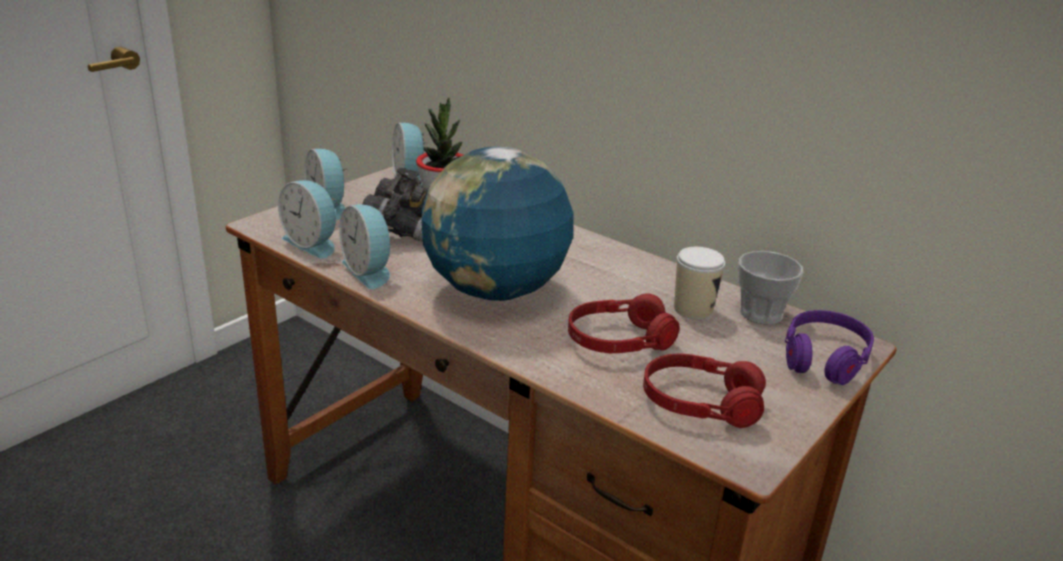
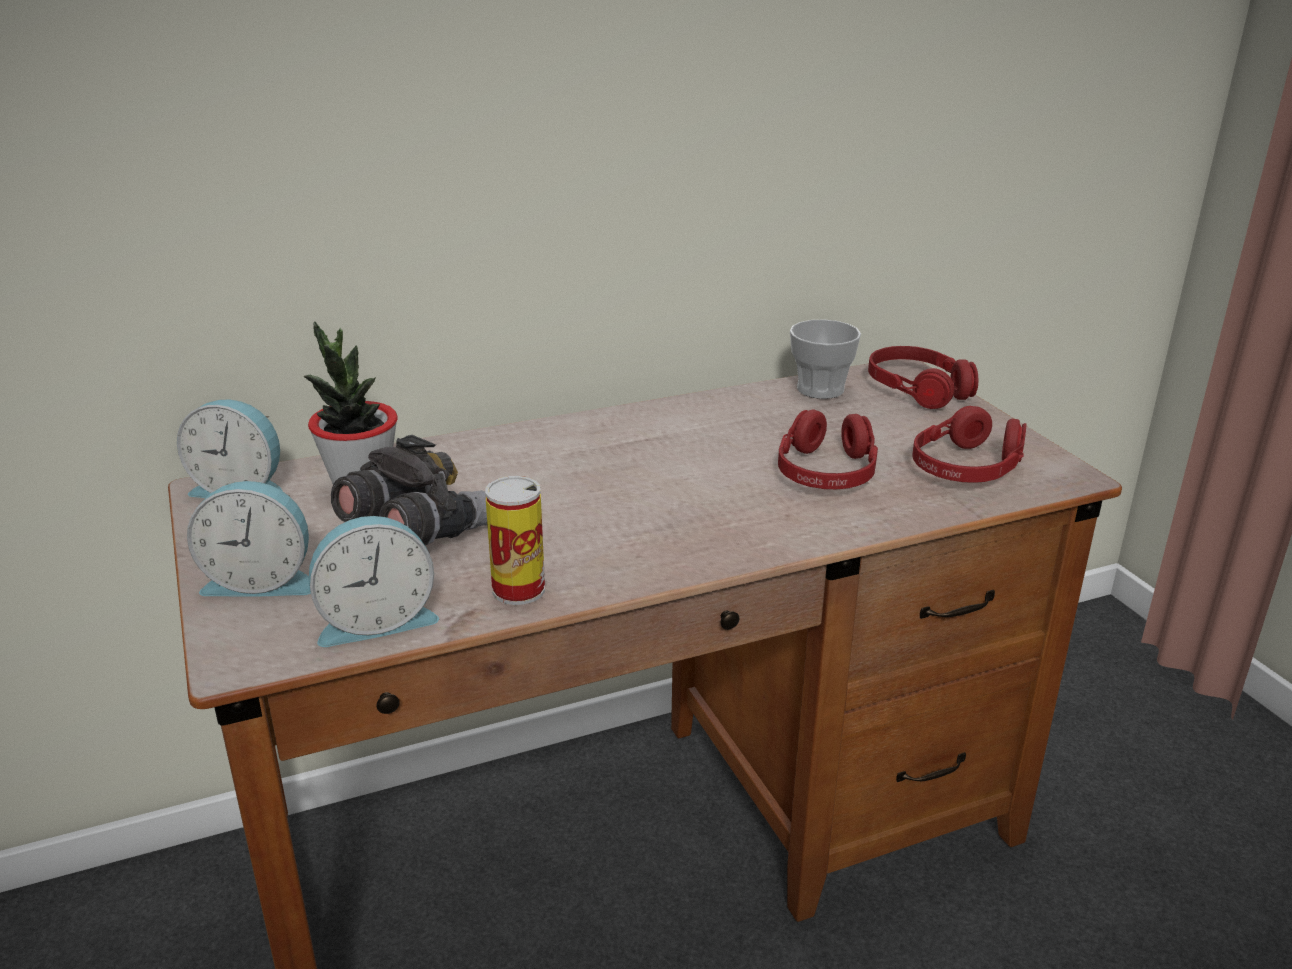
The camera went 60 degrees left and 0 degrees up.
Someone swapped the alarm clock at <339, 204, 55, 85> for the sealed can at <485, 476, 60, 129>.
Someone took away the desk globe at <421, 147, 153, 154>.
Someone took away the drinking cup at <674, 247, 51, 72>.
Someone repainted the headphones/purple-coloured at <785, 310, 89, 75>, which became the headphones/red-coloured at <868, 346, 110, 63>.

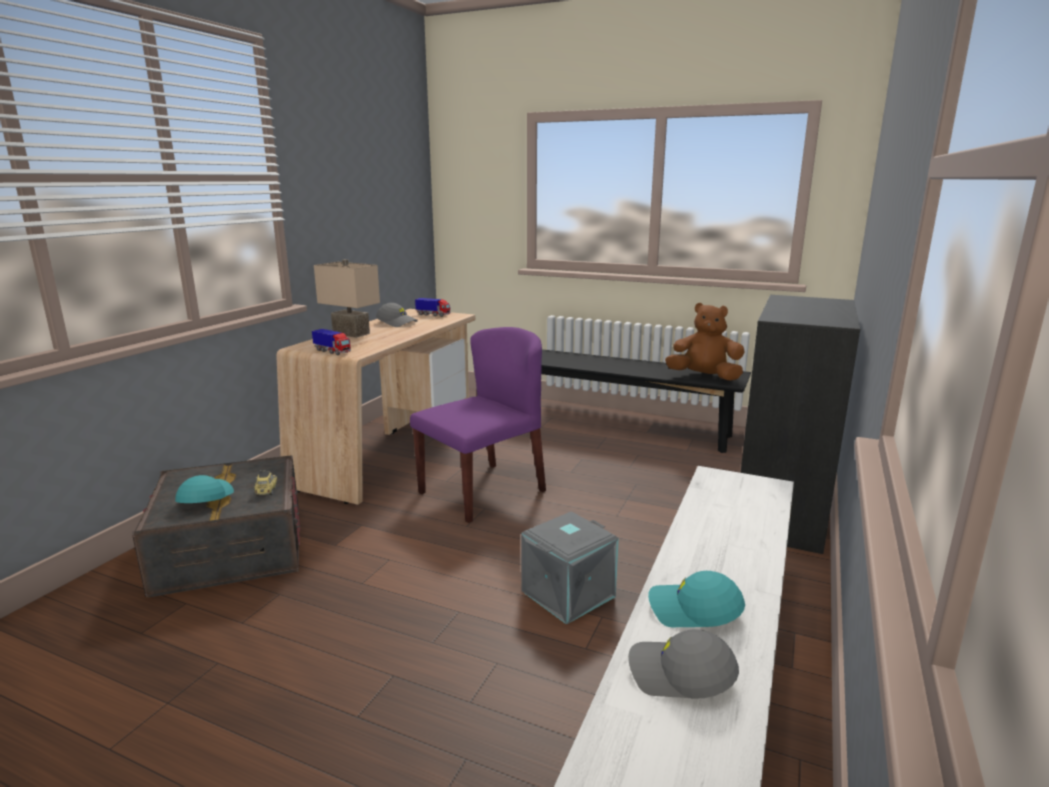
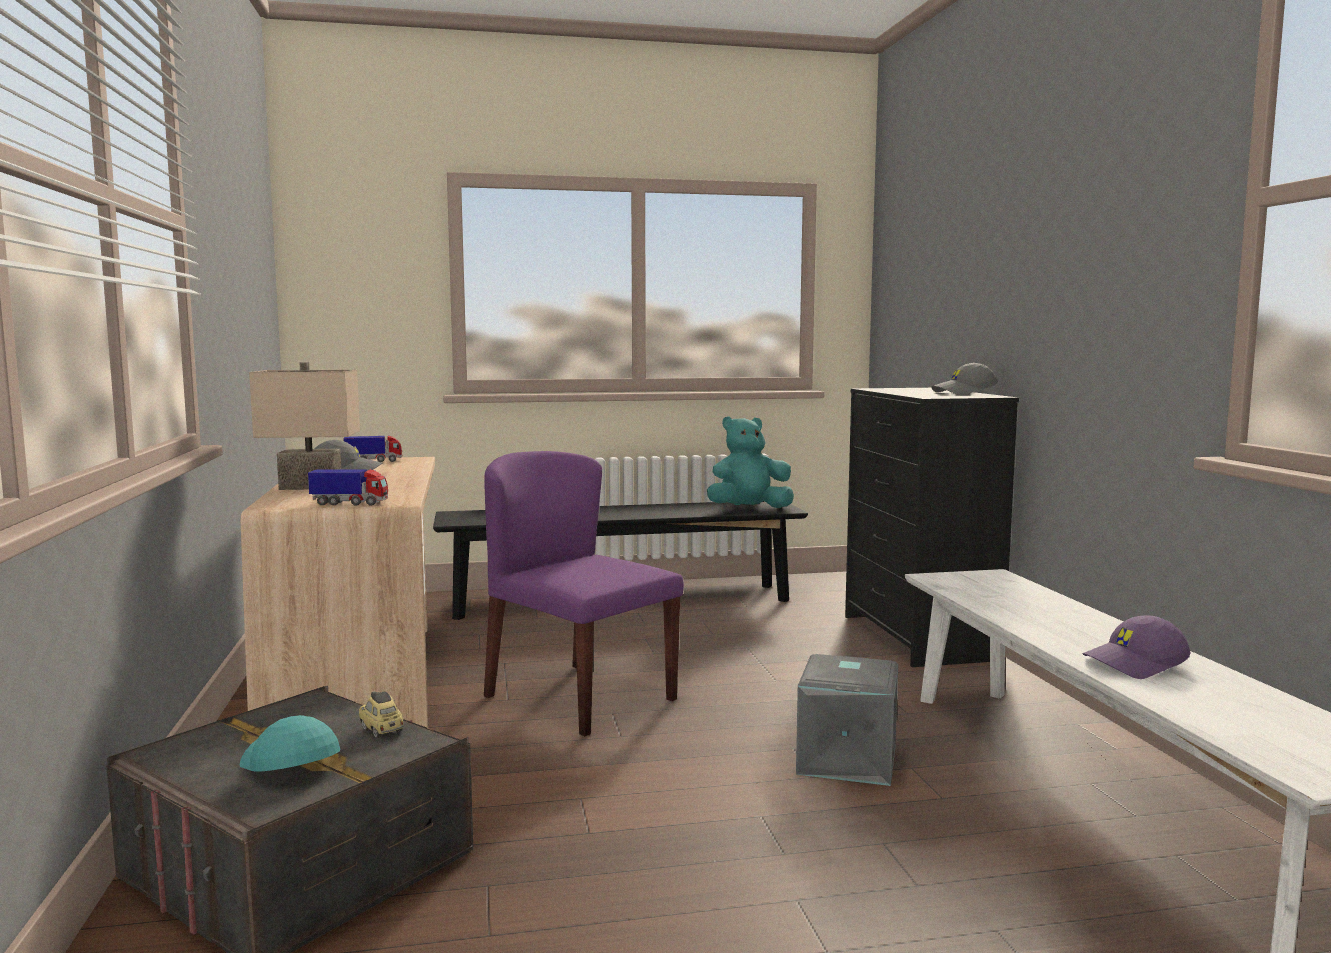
The camera went 35 degrees left and 10 degrees down.
Someone rotated the plain chair/purple-coloured at <410, 327, 136, 196> by 60 degrees counterclockwise.
Someone carried the baseball cap/greyish from <628, 629, 111, 70> to <931, 363, 67, 32>.
Someone repainted the baseball cap/turquoise at <648, 571, 97, 56>, which became the baseball cap/purple-coloured at <1082, 615, 109, 64>.
Someone repainted the cuddly toy/brown-coloured at <665, 303, 80, 78>, which became the cuddly toy/turquoise at <707, 416, 87, 92>.

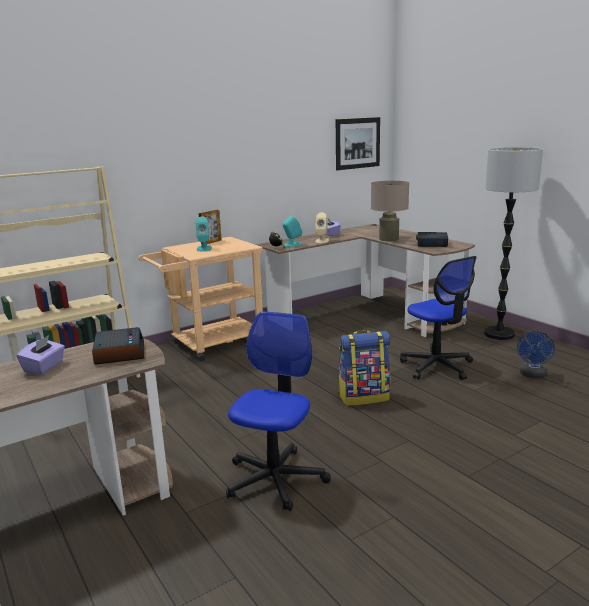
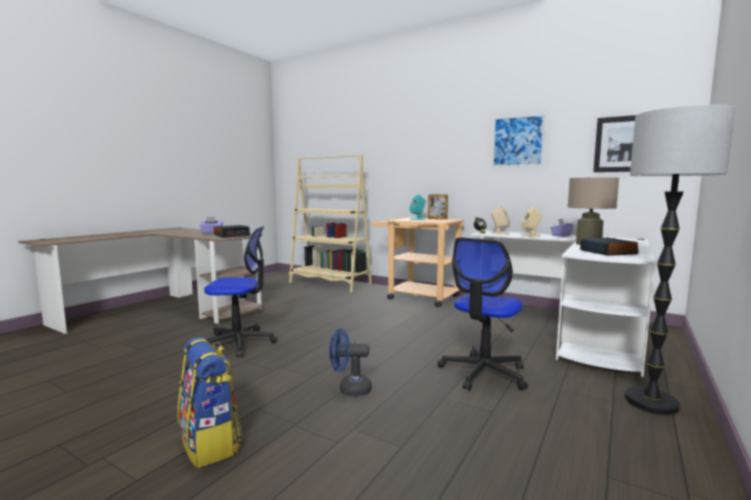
The camera went 65 degrees right and 10 degrees down.
Someone repainted the desk table/brown-coloured at <255, 224, 220, 113>, which became the desk table/white-coloured at <471, 230, 185, 147>.
Someone repainted the audio speaker/turquoise at <282, 216, 20, 31>, which became the audio speaker/beige-coloured at <491, 206, 19, 29>.
Someone carried the knapsack from <338, 330, 53, 76> to <178, 337, 65, 131>.
Someone carried the fan/blue-coloured from <517, 331, 38, 48> to <329, 329, 43, 67>.
Someone put up the wall picture at <492, 114, 53, 53>.

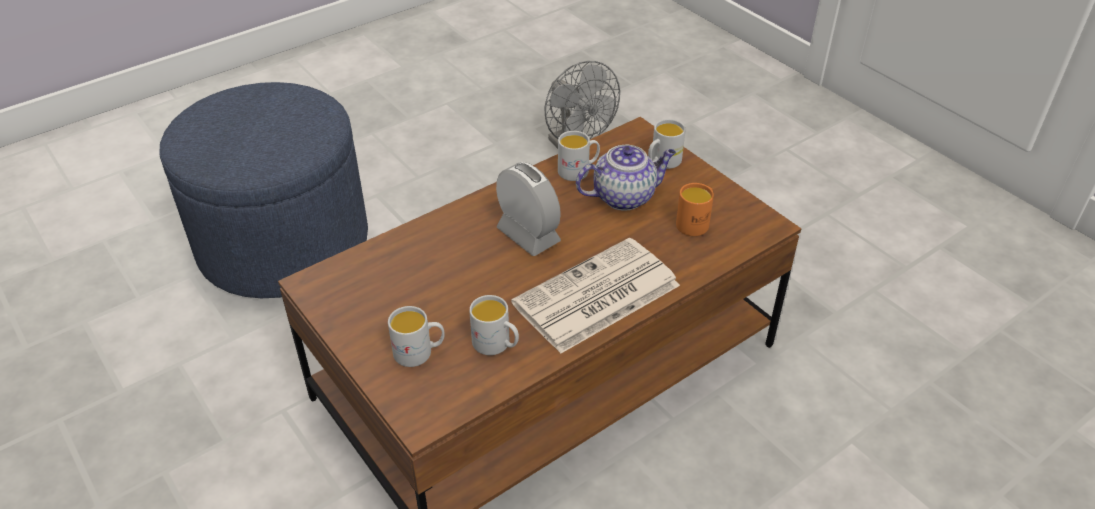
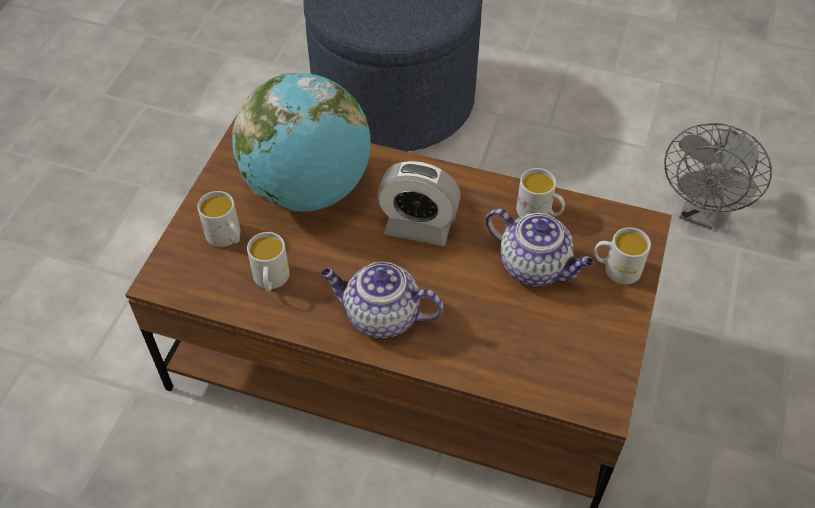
The camera went 55 degrees right and 10 degrees up.
Someone rotated the alarm clock at <496, 162, 65, 94> by 90 degrees clockwise.
Someone swapped the printed paper at <511, 238, 169, 116> for the teapot at <321, 261, 122, 78>.
Someone took away the tea mug/orangey at <676, 183, 38, 53>.
Someone put down the desk globe at <232, 73, 139, 139>.

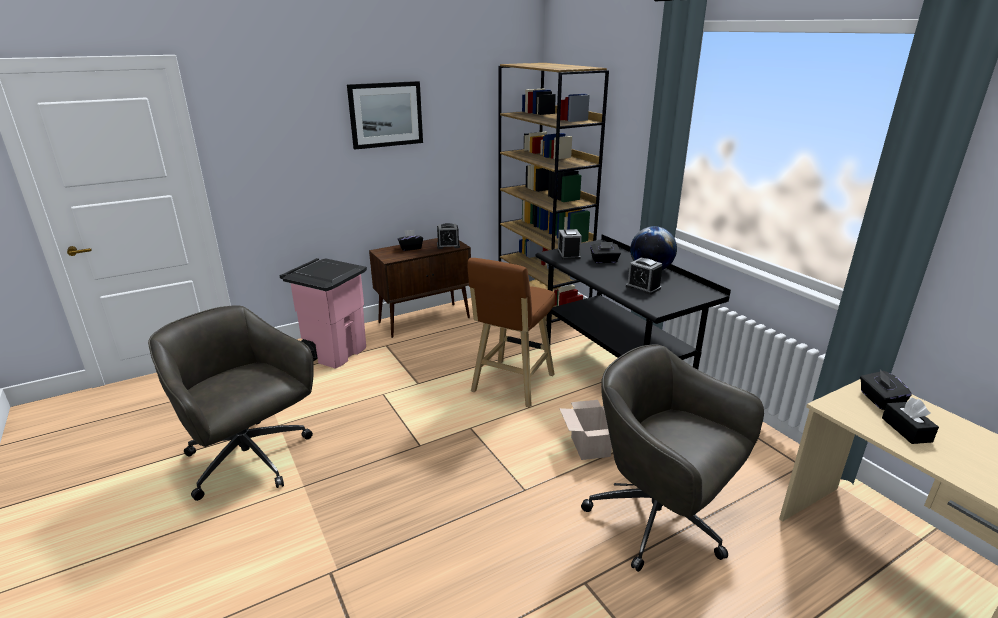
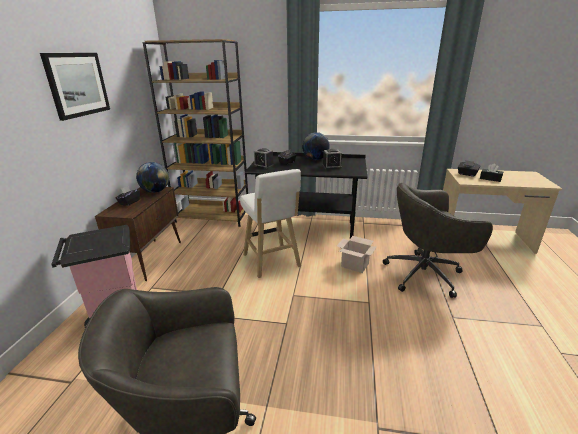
The camera went 50 degrees left and 0 degrees up.
Someone swapped the alarm clock at <437, 223, 23, 26> for the desk globe at <136, 162, 33, 31>.
Someone repainted the stool seat/brown-coloured at <468, 258, 88, 150>, which became the stool seat/white-coloured at <240, 169, 61, 109>.

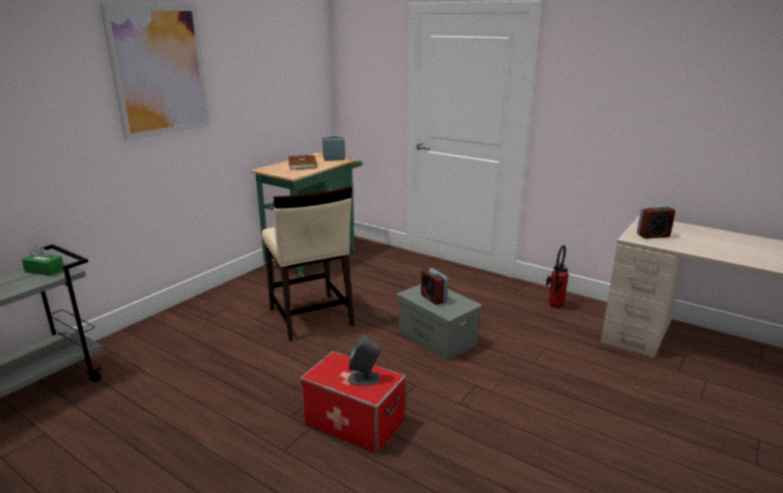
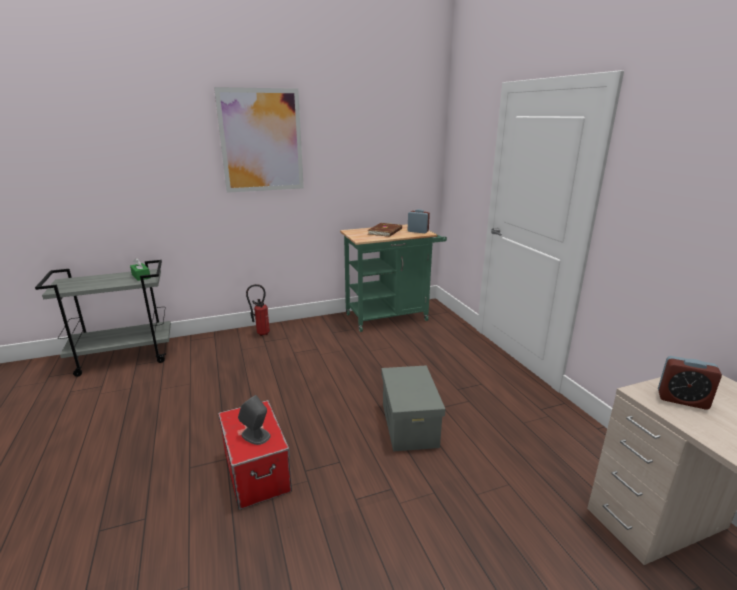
The camera went 35 degrees right and 0 degrees up.
Someone took away the plain chair/beige-coloured at <262, 187, 92, 154>.
Someone took away the alarm clock at <421, 268, 27, 37>.
Someone carried the fire extinguisher from <546, 245, 23, 63> to <246, 284, 24, 52>.

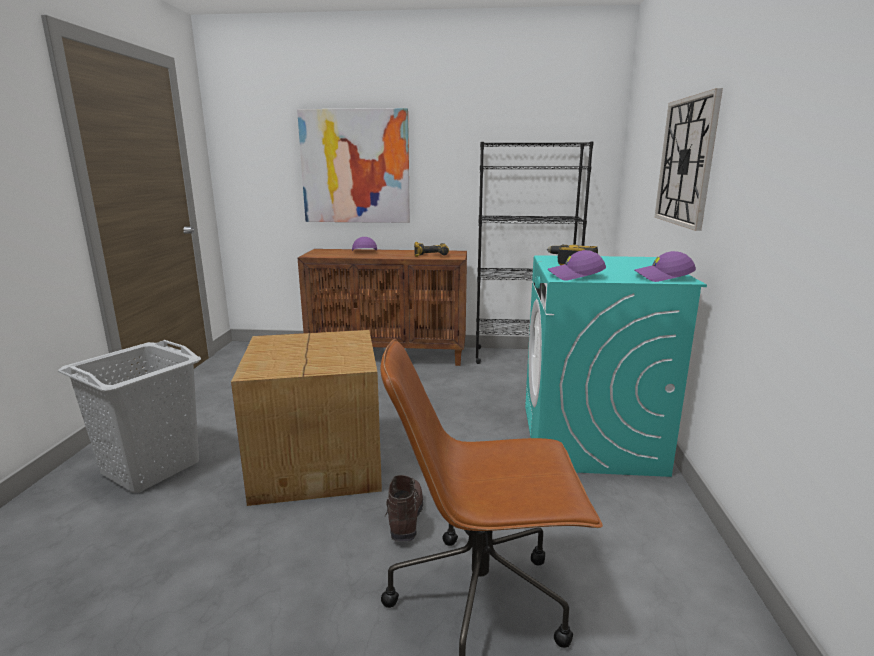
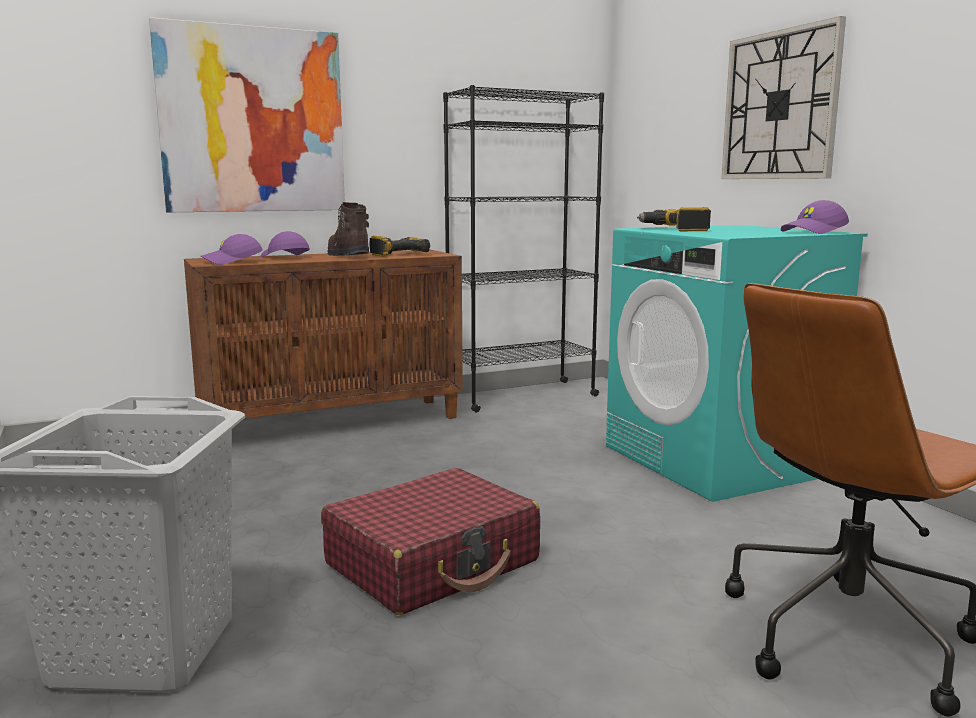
The camera went 30 degrees left and 5 degrees down.
Someone swapped the packing box at <231, 330, 151, 176> for the suitcase/red-coloured at <321, 468, 219, 147>.
Someone carried the high-top boot/brown-coloured from <384, 475, 39, 67> to <328, 202, 41, 54>.
Someone carried the baseball cap/purple-coloured from <548, 250, 58, 31> to <201, 234, 62, 31>.

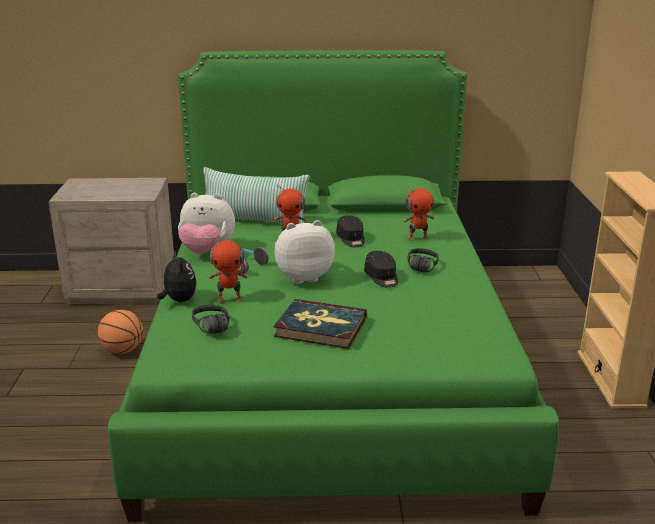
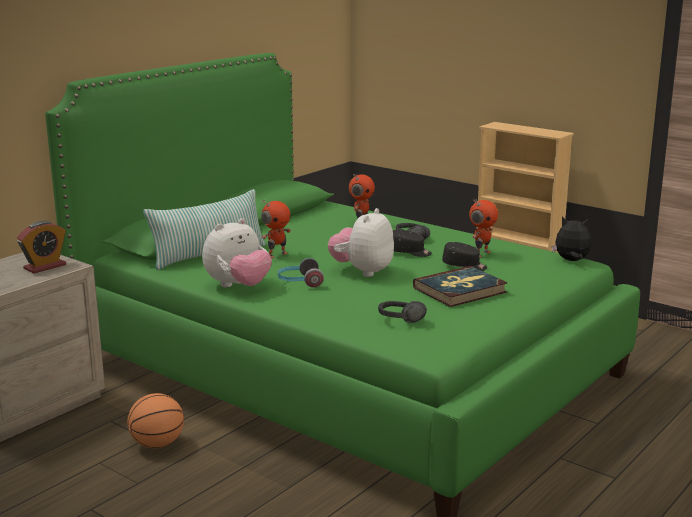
The camera went 50 degrees left and 5 degrees down.
Someone carried the cuddly toy from <157, 251, 40, 51> to <552, 216, 40, 45>.
Someone carried the model robot from <209, 237, 39, 65> to <469, 199, 29, 59>.
Someone carried the baseball cap/black-coloured from <336, 215, 29, 32> to <442, 242, 45, 29>.
Someone put down the alarm clock at <17, 221, 49, 53>.

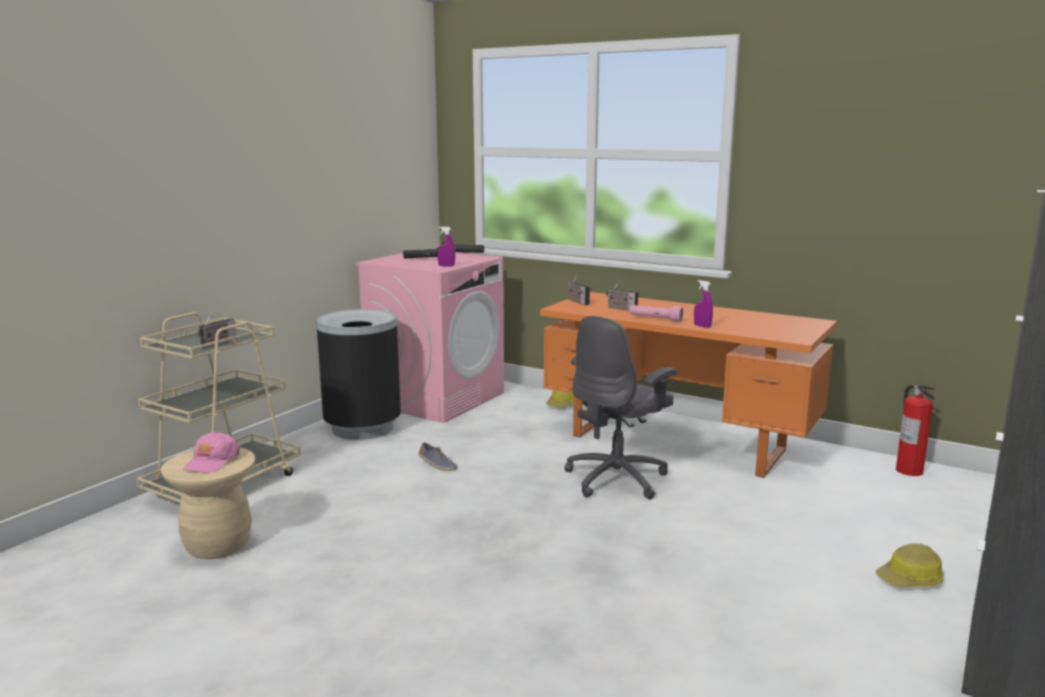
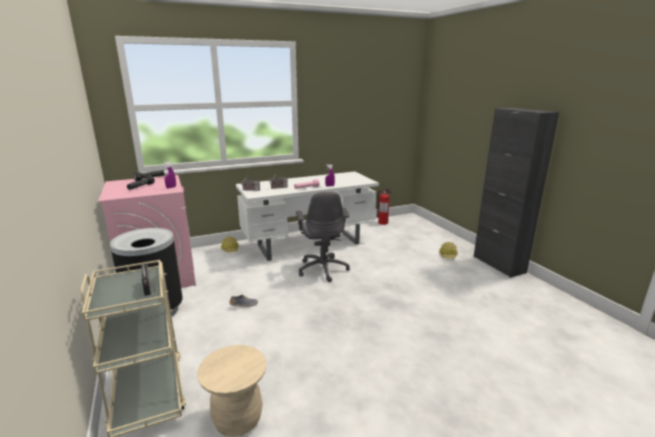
The camera went 55 degrees left and 5 degrees up.
Someone took away the baseball cap/pinkish at <183, 431, 57, 42>.
Someone repainted the desk table/orangey at <540, 292, 297, 186>, which became the desk table/white-coloured at <236, 172, 143, 89>.

